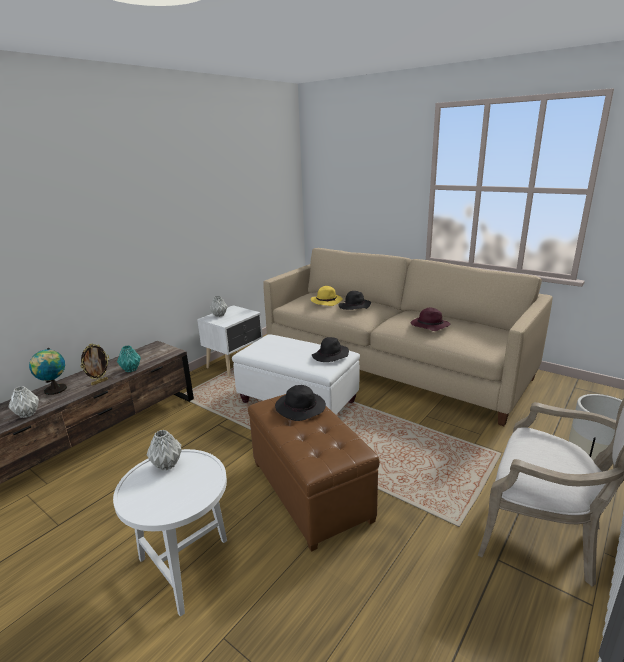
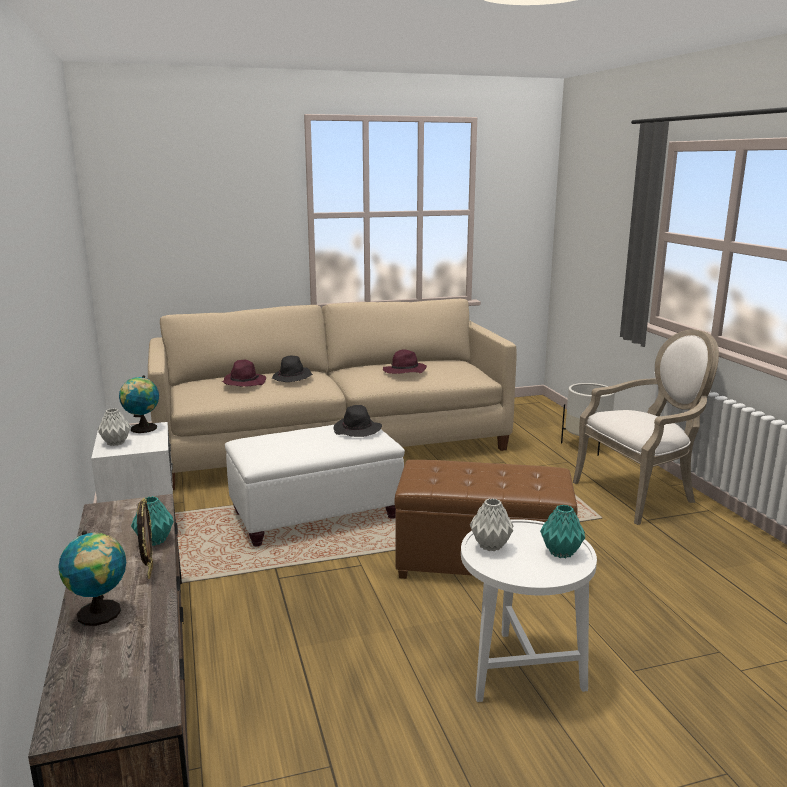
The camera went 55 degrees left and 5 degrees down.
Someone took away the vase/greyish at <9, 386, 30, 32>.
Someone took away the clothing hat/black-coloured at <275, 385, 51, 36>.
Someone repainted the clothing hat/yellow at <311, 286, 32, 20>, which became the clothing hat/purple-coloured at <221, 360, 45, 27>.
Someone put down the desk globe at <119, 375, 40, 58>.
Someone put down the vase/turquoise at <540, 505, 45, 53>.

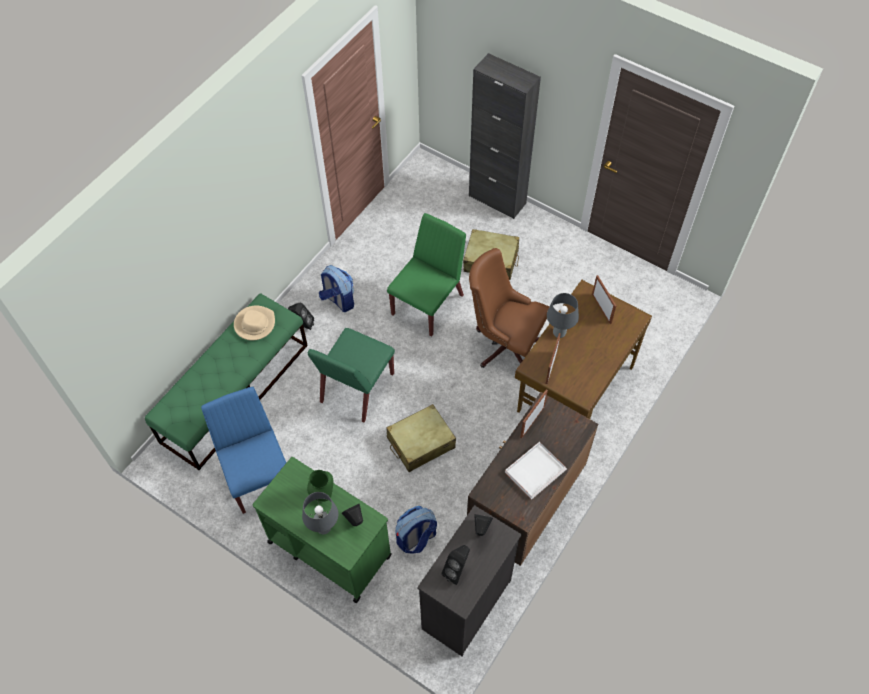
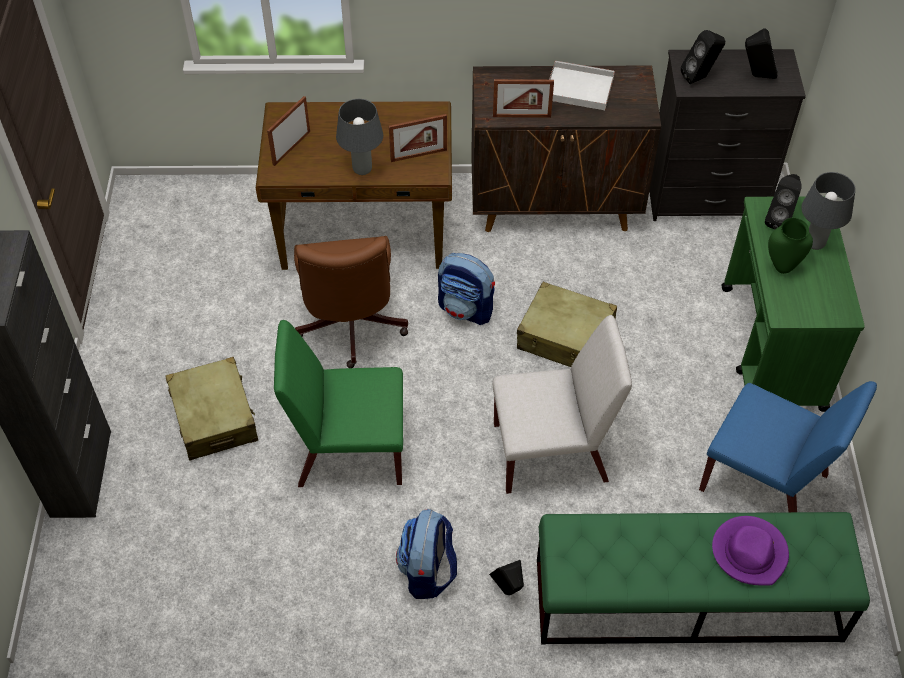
The camera went 125 degrees left and 5 degrees down.
Someone rotated the plain chair/blue-coloured at <201, 387, 85, 127> by 90 degrees counterclockwise.
Someone took away the clothing hat/beige-coloured at <234, 305, 41, 35>.
Someone repainted the plain chair/green at <308, 328, 87, 94>, which became the plain chair/white-coloured at <492, 315, 140, 179>.
Someone carried the knapsack from <396, 506, 41, 48> to <438, 253, 57, 72>.
Someone put down the clothing hat/purple-coloured at <712, 516, 77, 70>.

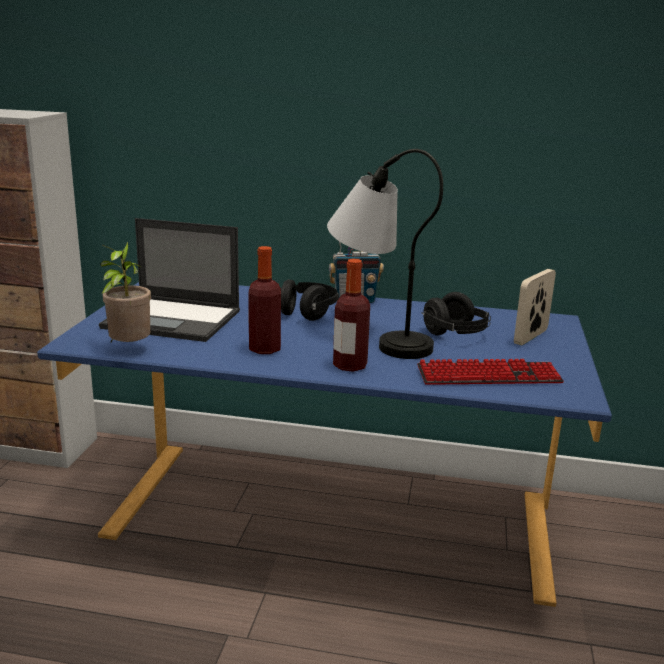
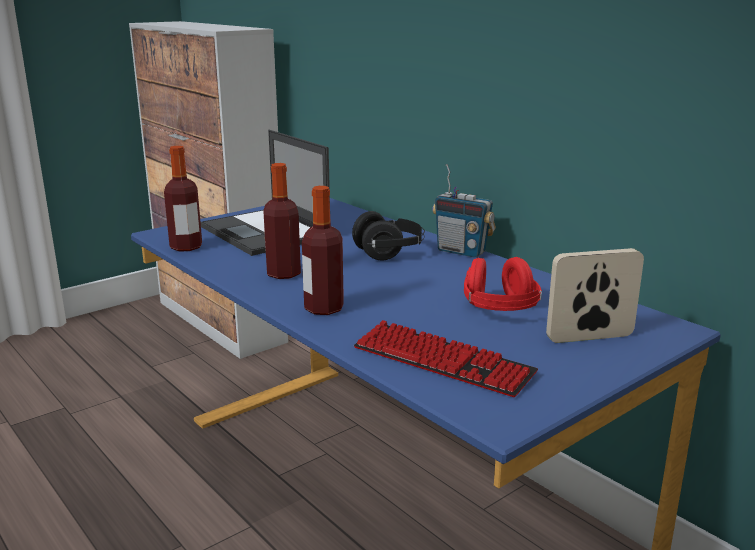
The camera went 40 degrees right and 0 degrees up.
Someone swapped the plant in a pot at <100, 242, 51, 100> for the drink bottle at <164, 146, 38, 106>.
Someone took away the lamp for a table at <327, 149, 116, 210>.
Someone repainted the headphones/black-coloured at <421, 292, 70, 44>, which became the headphones/red-coloured at <464, 257, 78, 54>.

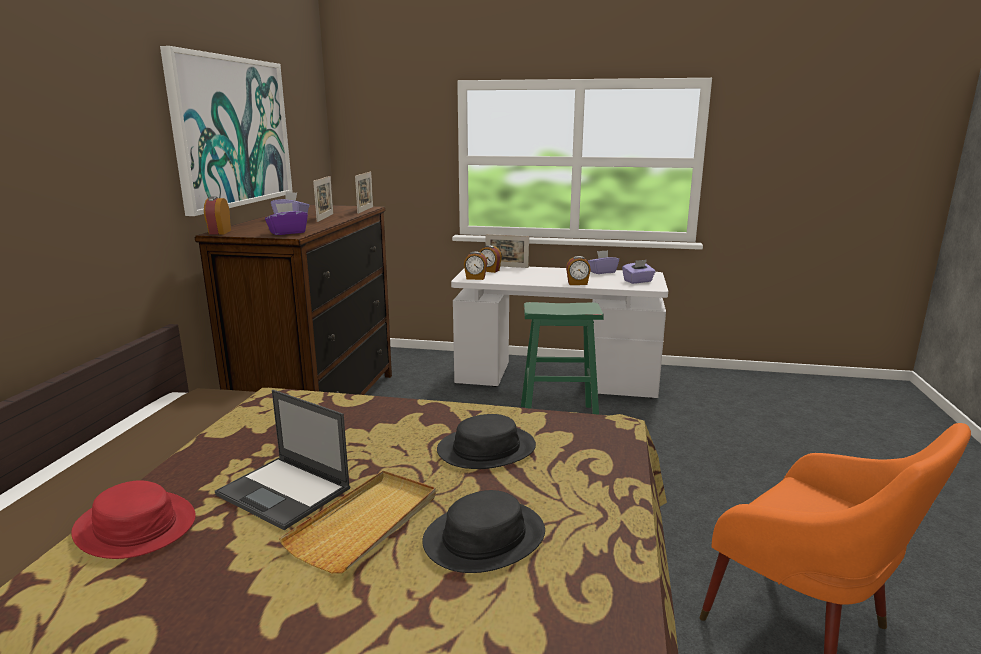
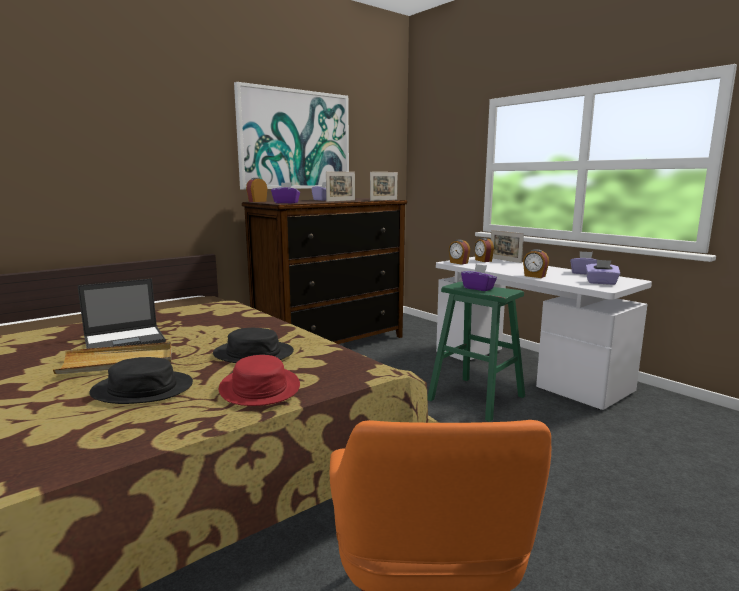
The camera went 40 degrees right and 5 degrees down.
Someone carried the clothing hat/red-coloured from <71, 480, 125, 79> to <219, 355, 81, 51>.
Someone rotated the notebook computer at <215, 390, 135, 140> by 105 degrees counterclockwise.
Someone put down the tissue box/purple-coloured at <461, 264, 36, 27>.

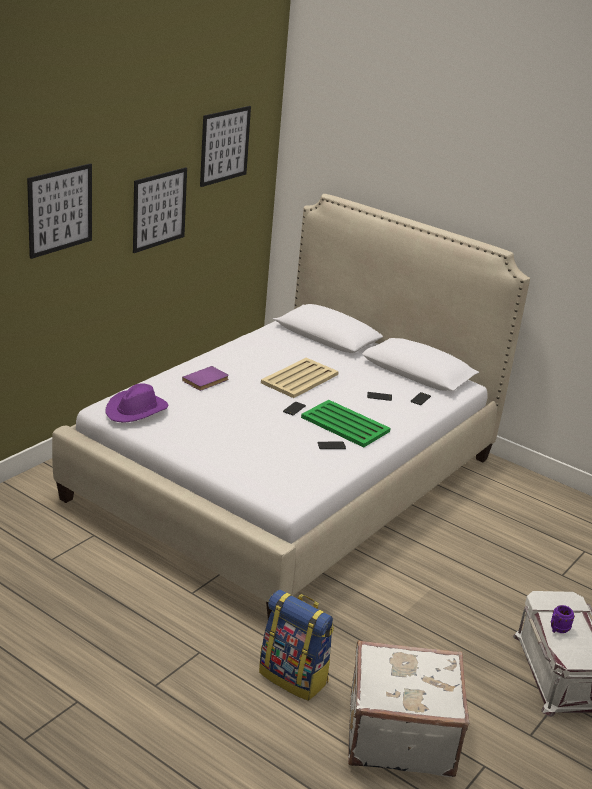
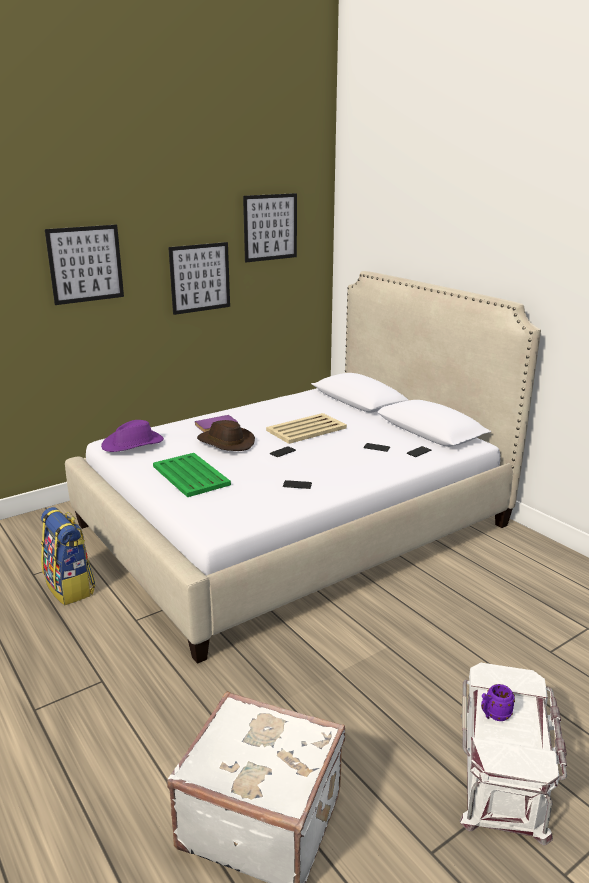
The camera went 20 degrees right and 5 degrees down.
Someone carried the knapsack from <259, 589, 75, 112> to <41, 507, 55, 98>.
Someone carried the tray/green from <301, 400, 90, 48> to <153, 453, 78, 44>.
Someone put down the clothing hat/brown-coloured at <197, 420, 58, 31>.

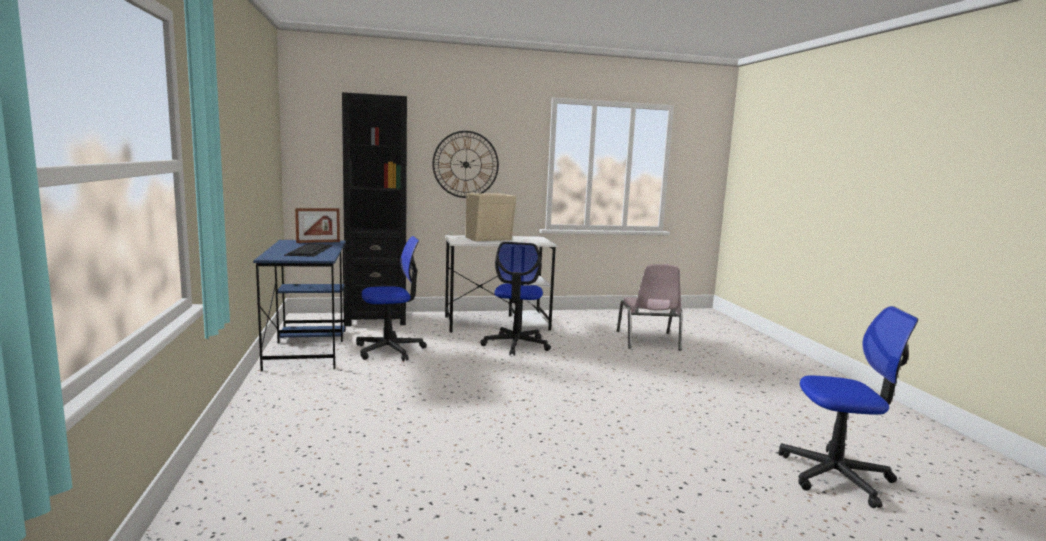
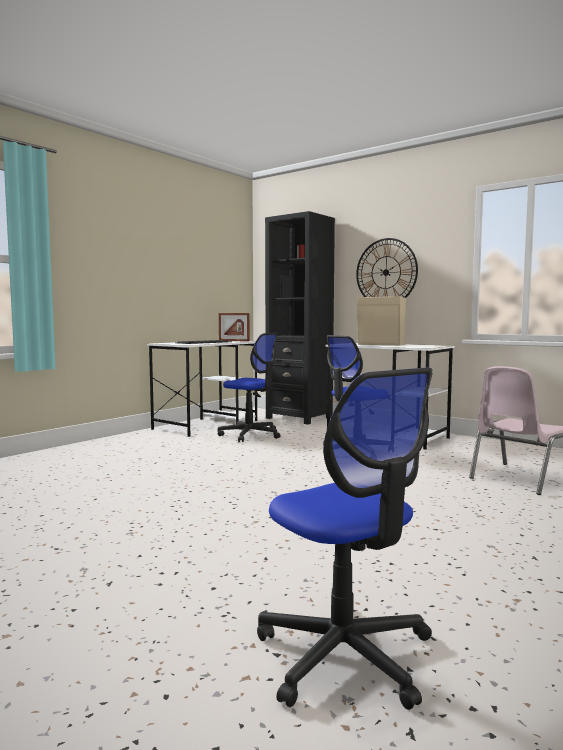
The camera went 50 degrees right and 5 degrees down.
Someone repainted the desk table/blue-coloured at <253, 240, 93, 131>, which became the desk table/white-coloured at <147, 341, 110, 96>.

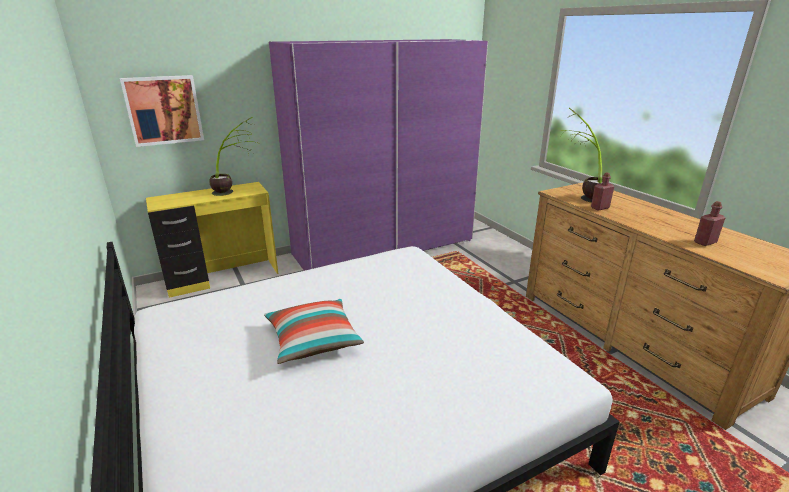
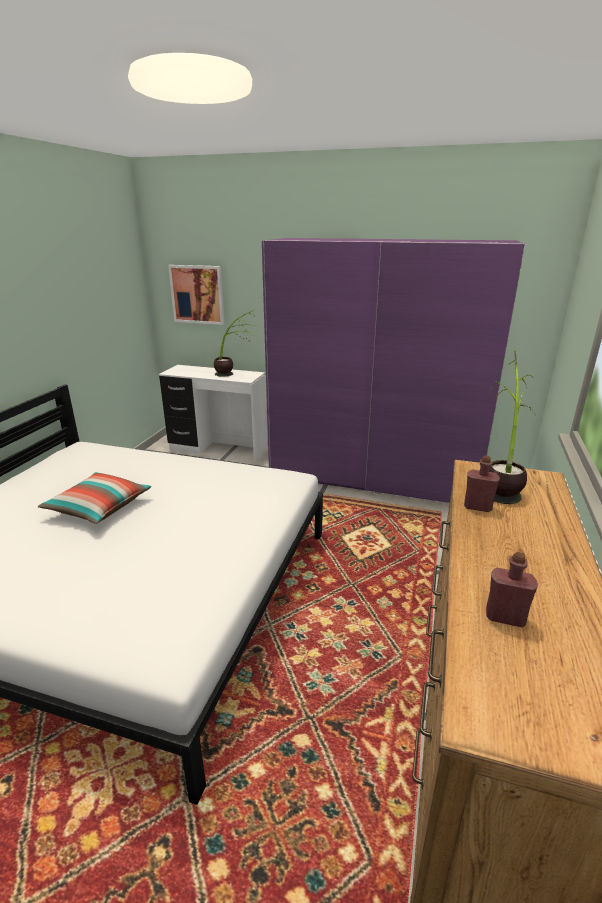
The camera went 45 degrees right and 0 degrees up.
Someone repainted the desk table/yellow at <146, 182, 132, 116>, which became the desk table/white-coloured at <159, 365, 109, 98>.

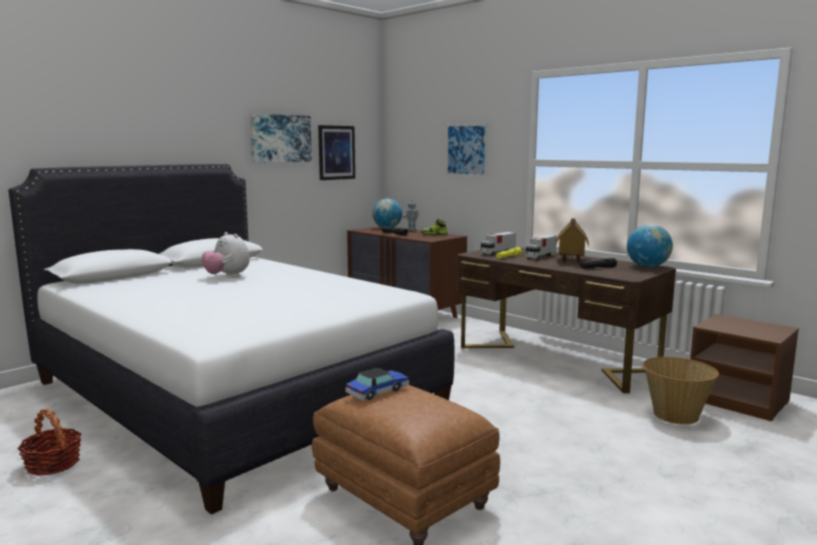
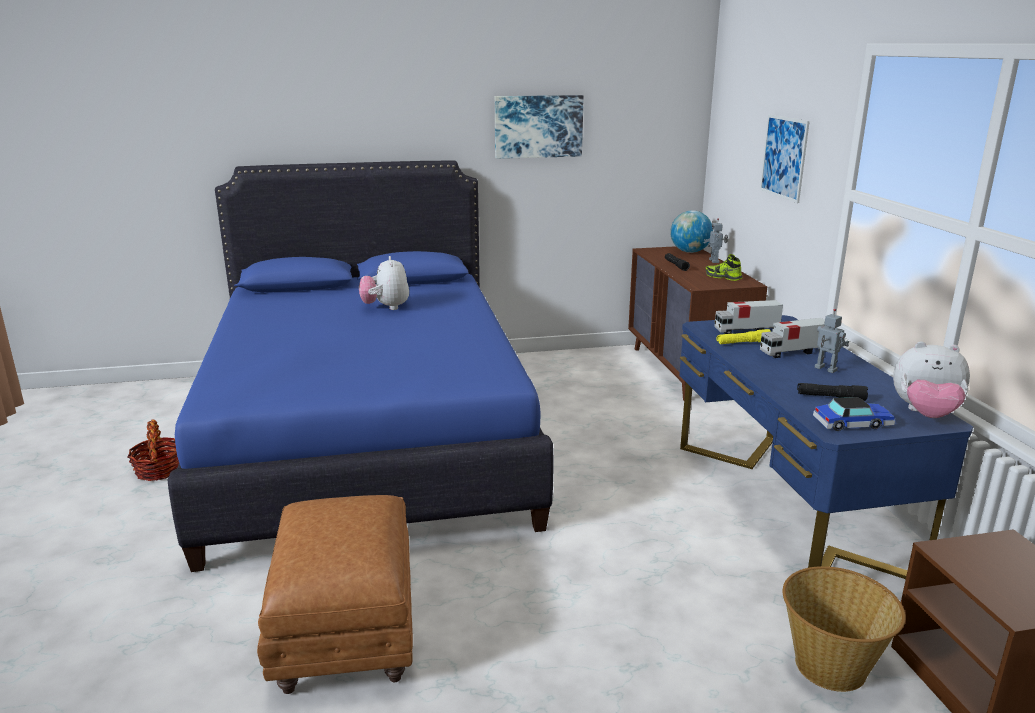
The camera went 35 degrees right and 10 degrees up.
Someone repainted the sleeping bed/white-coloured at <8, 164, 446, 351>, which became the sleeping bed/blue-coloured at <168, 160, 385, 412>.
Someone took away the wall picture at <318, 125, 37, 55>.
Someone carried the model car from <345, 368, 64, 32> to <813, 397, 82, 34>.
Someone repainted the desk table/brown-coloured at <457, 248, 219, 145>, which became the desk table/blue-coloured at <679, 315, 294, 264>.
Someone swapped the toy house at <555, 218, 34, 44> for the model robot at <815, 309, 34, 64>.
Someone swapped the desk globe at <627, 224, 46, 43> for the cuddly toy at <893, 341, 77, 77>.

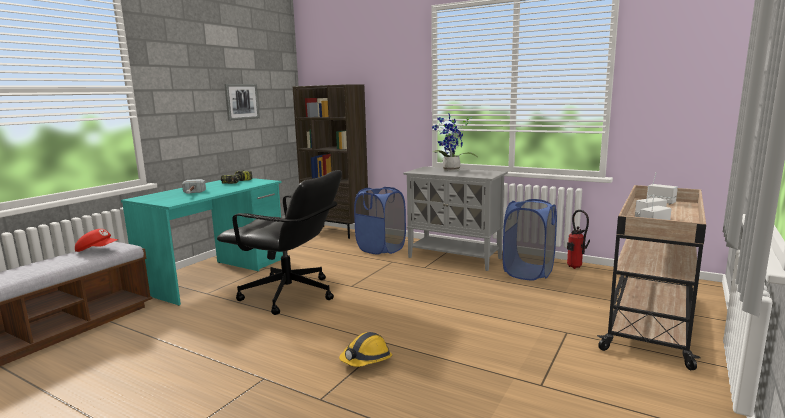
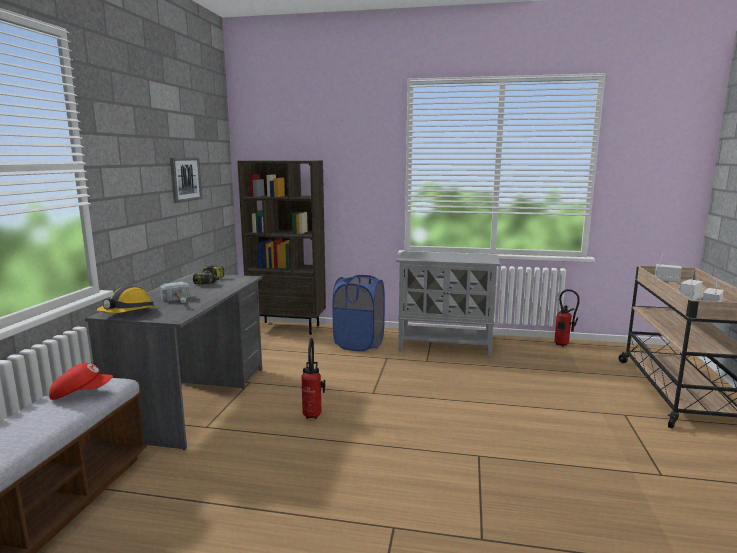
The camera went 20 degrees left and 0 degrees up.
Someone repainted the desk table/turquoise at <121, 178, 162, 128>, which became the desk table/greyish at <85, 273, 177, 177>.
Someone swapped the desk chair/black-coloured at <217, 170, 125, 145> for the fire extinguisher at <301, 338, 24, 81>.
Someone carried the hard hat from <339, 332, 53, 35> to <97, 286, 60, 27>.
Someone took away the plant in a pot at <432, 114, 46, 57>.
Someone took away the laundry basket/blue-coloured at <503, 199, 54, 81>.

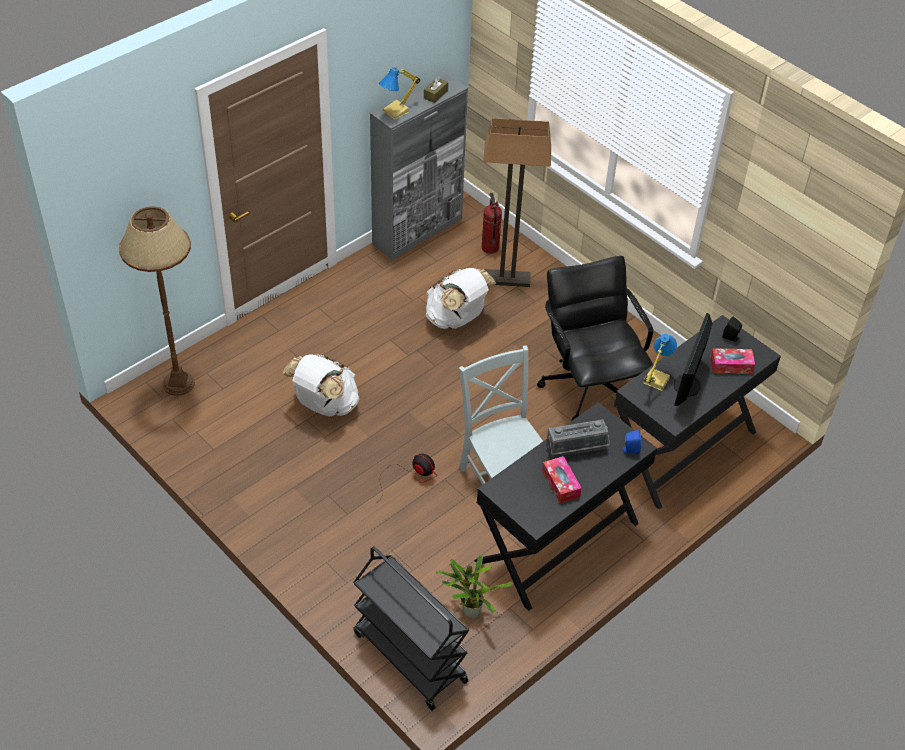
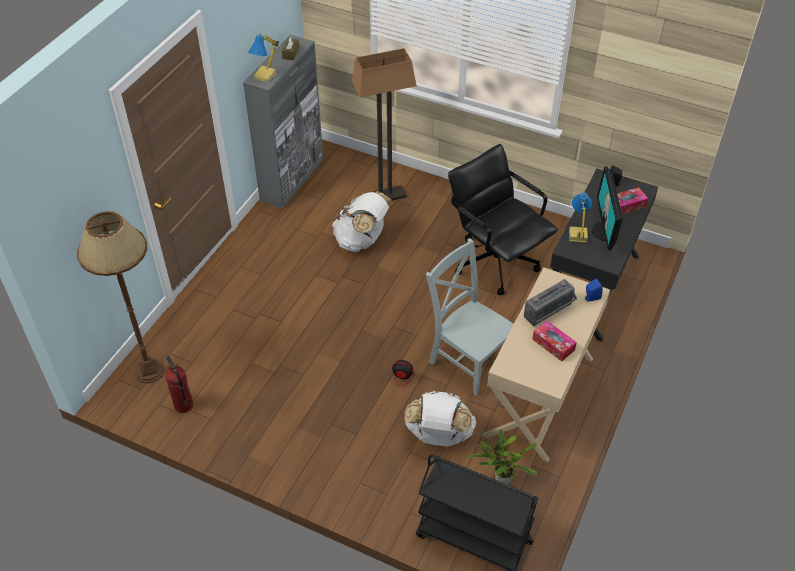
The camera went 20 degrees left and 0 degrees up.
Someone carried the knapsack/white-coloured from <283, 354, 76, 63> to <404, 390, 72, 57>.
Someone repainted the desk table/black-coloured at <474, 402, 183, 209>, which became the desk table/beige-coloured at <482, 267, 128, 195>.
Someone carried the fire extinguisher from <482, 193, 20, 61> to <165, 356, 28, 57>.

